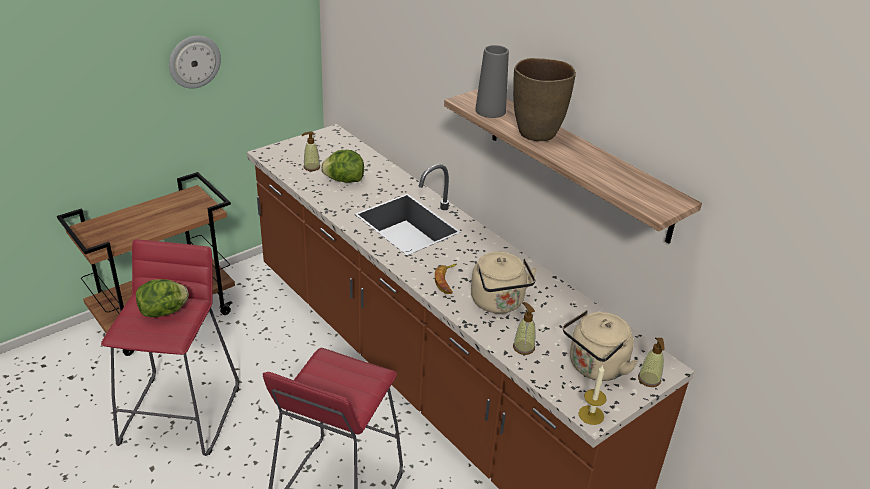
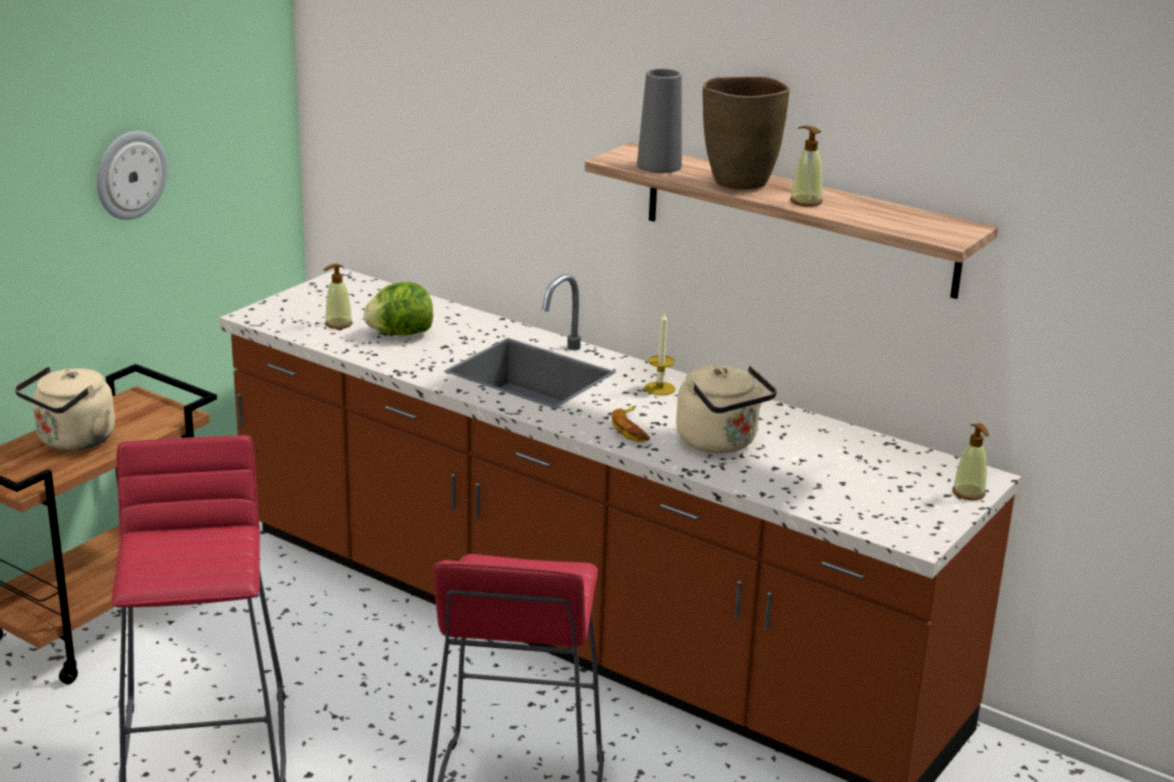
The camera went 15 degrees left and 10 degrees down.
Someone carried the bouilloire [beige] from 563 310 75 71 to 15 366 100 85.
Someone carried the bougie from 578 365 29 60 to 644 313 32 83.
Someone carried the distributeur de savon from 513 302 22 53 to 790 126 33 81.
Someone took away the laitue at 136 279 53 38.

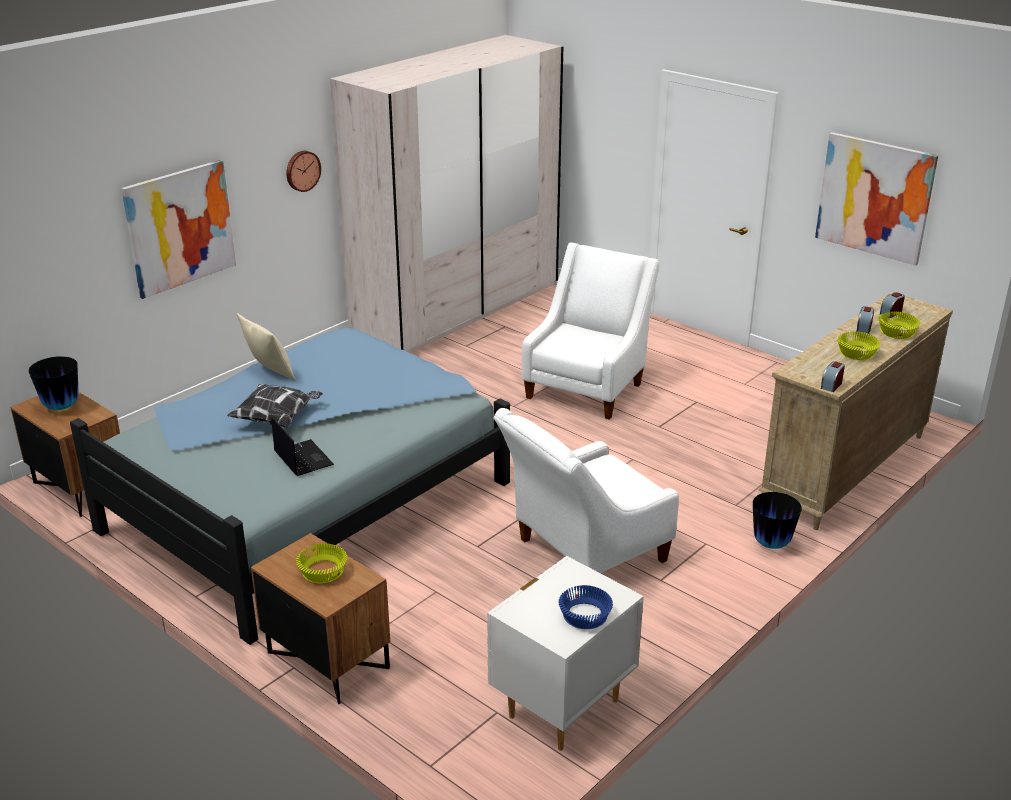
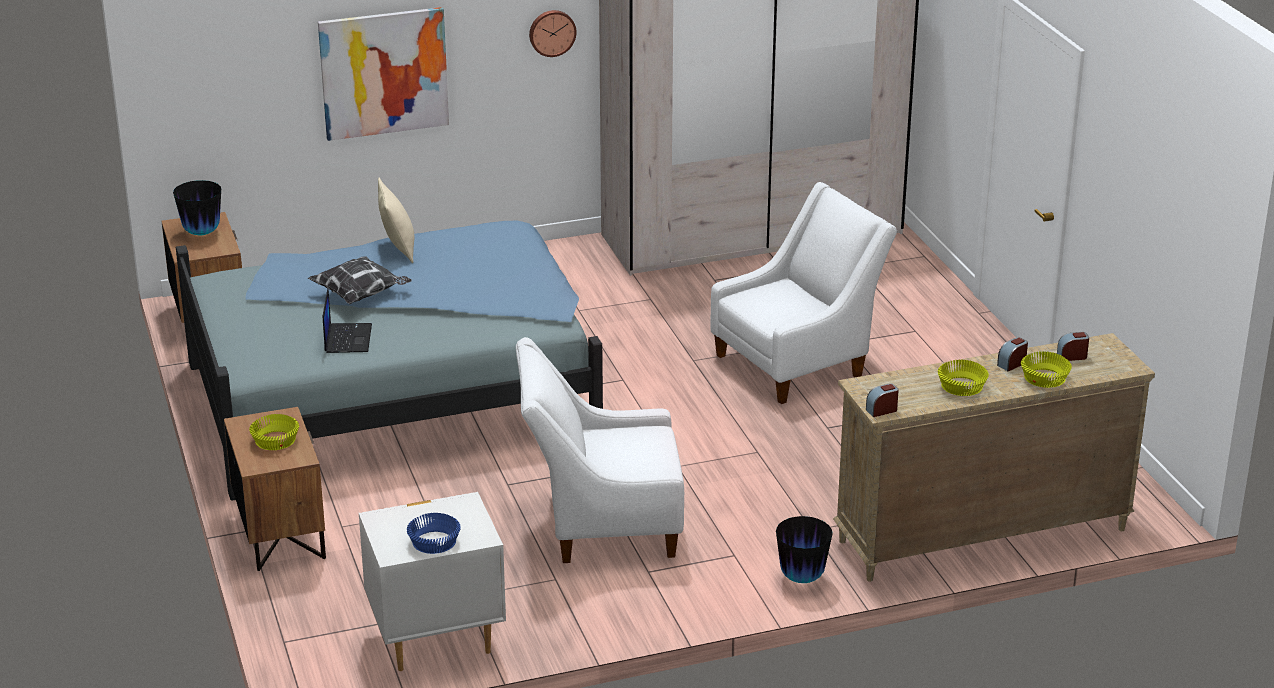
The camera went 30 degrees right and 0 degrees up.
Someone took away the tableau at 815 132 123 134.

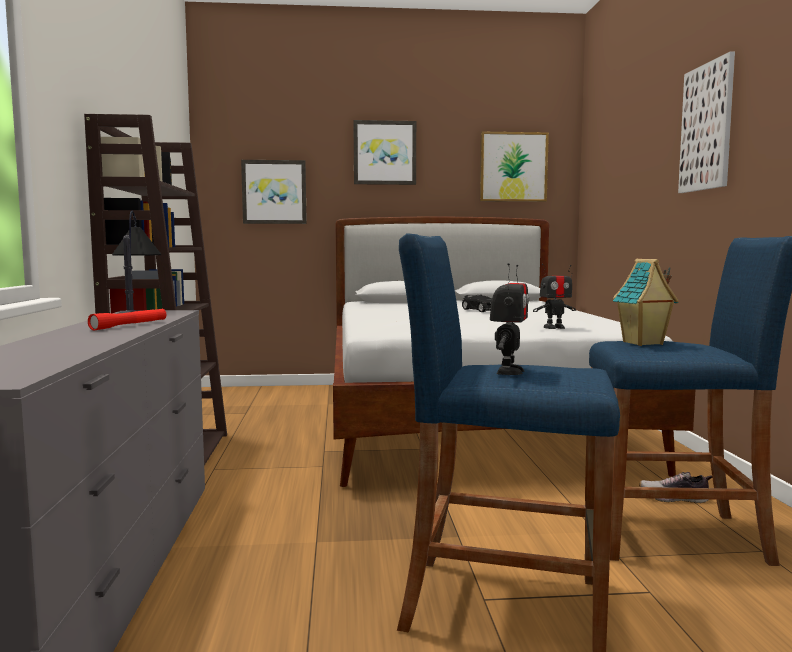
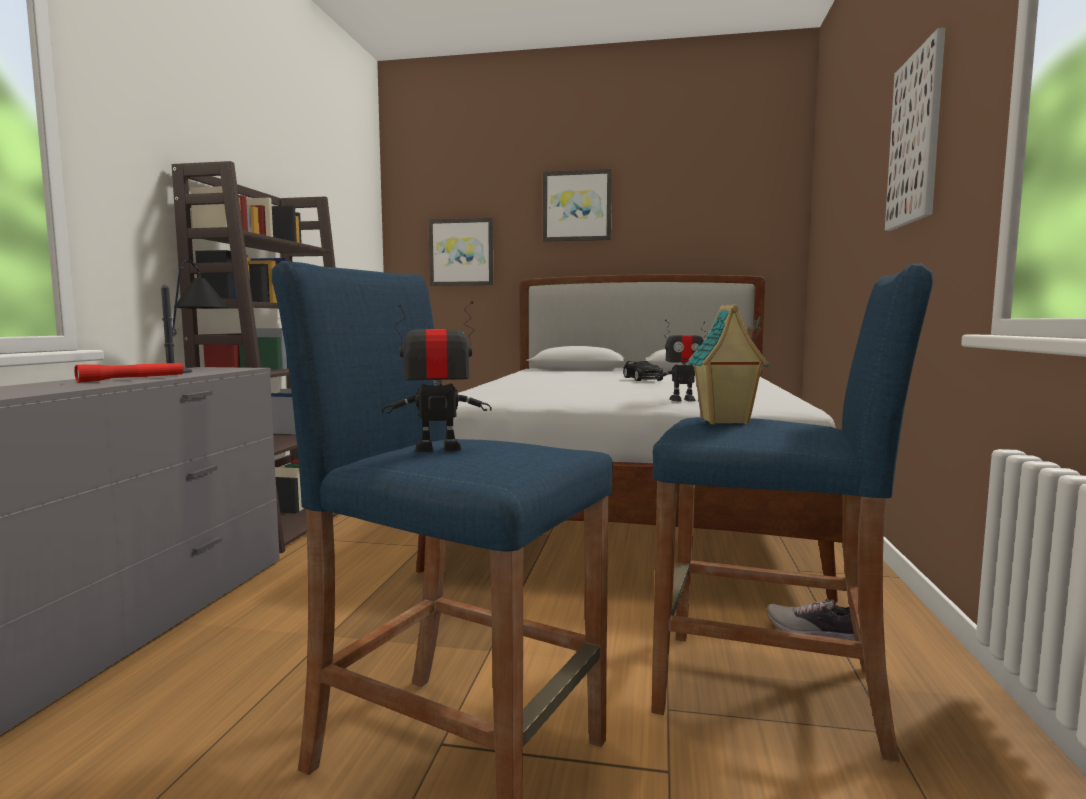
The camera went 15 degrees right and 0 degrees up.
Someone rotated the robot jouet at 490 263 39 112 by 135 degrees counterclockwise.
Someone took away the tableau at 480 132 69 70.

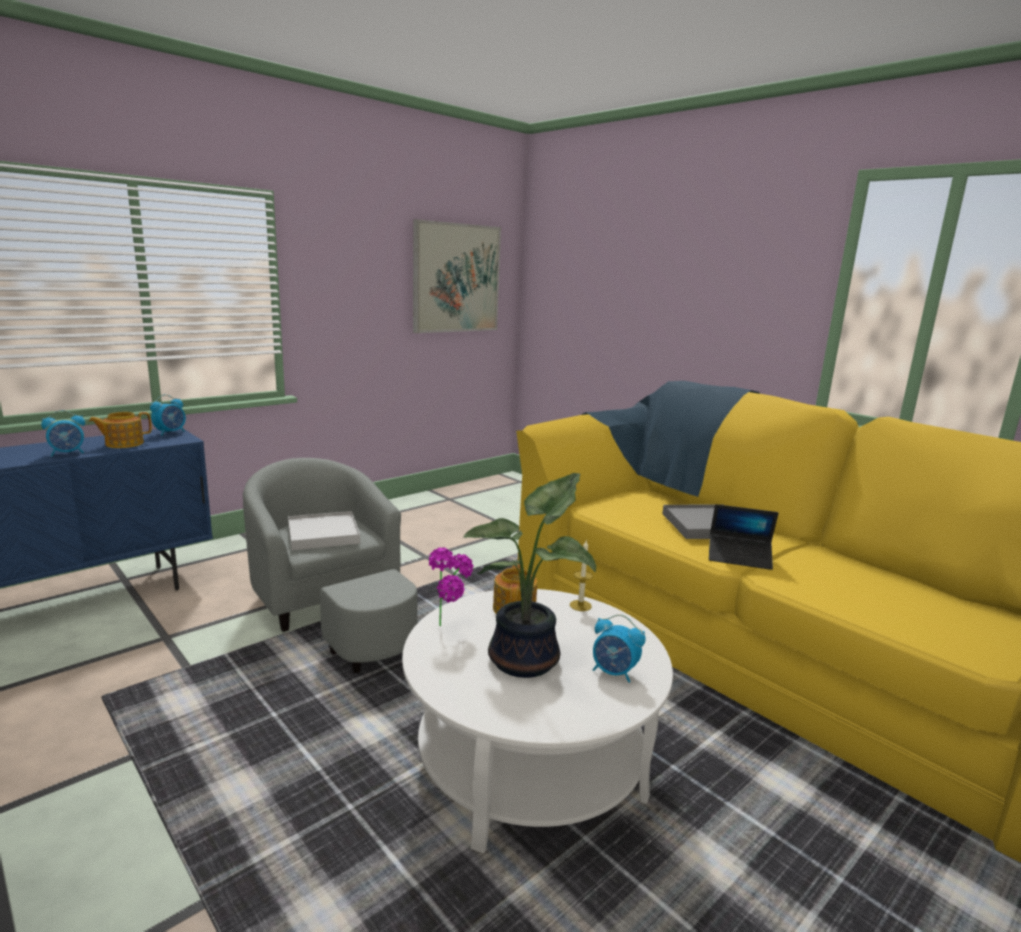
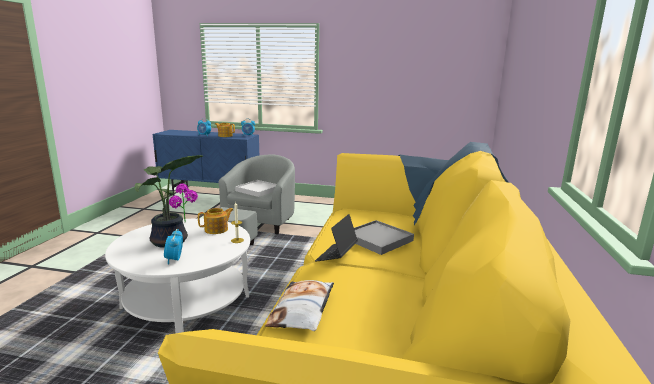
The camera went 55 degrees right and 0 degrees up.
Someone put down the coussin at 265 280 69 51.
Someone rotated the ordinateur portable at 709 504 69 66 by 45 degrees clockwise.
Someone took away the tableau at 413 219 88 114.

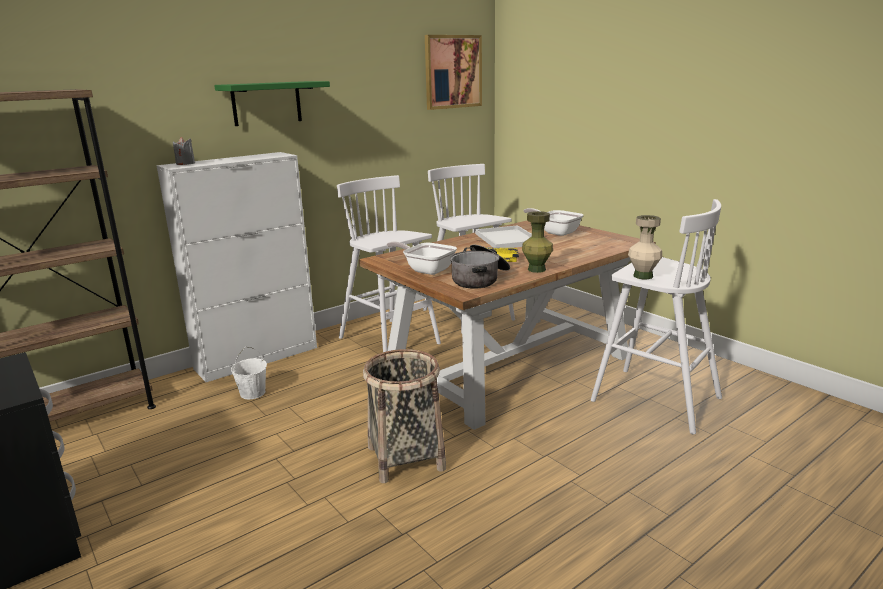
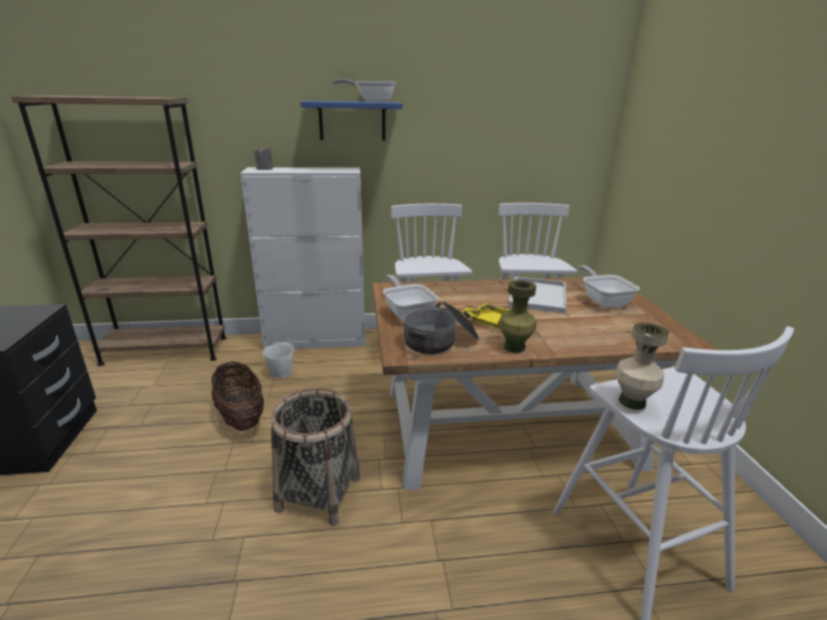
The camera went 30 degrees right and 5 degrees up.
Someone put down the panier at 212 362 52 69.
Someone repainted the étagère [vert] at 214 81 116 45, which became the étagère [bleu] at 301 101 101 39.
Someone put down the poêle at 332 79 64 23.
Someone took away the tableau at 425 35 57 75.

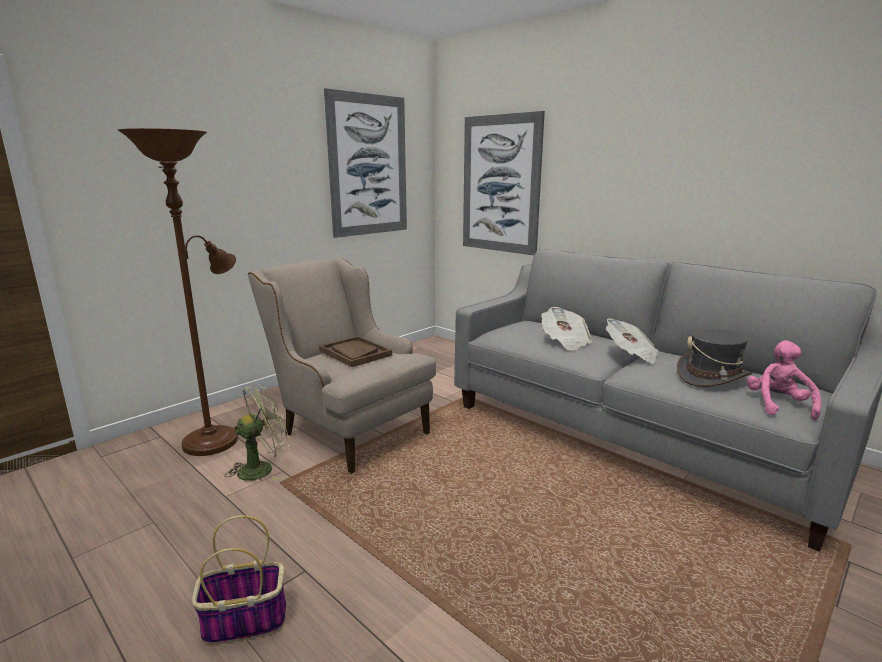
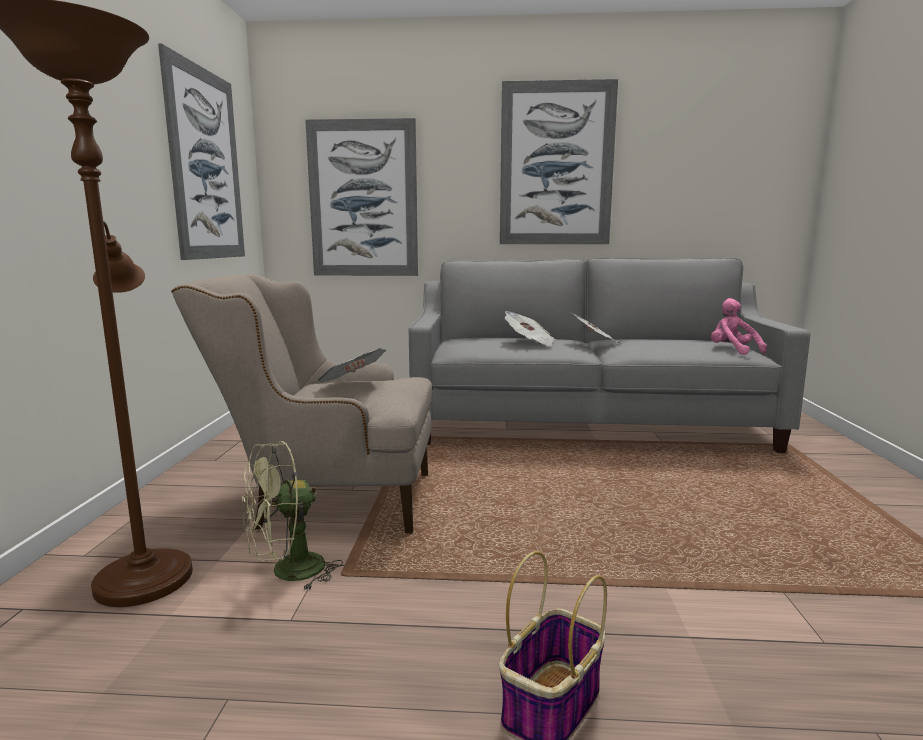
The camera went 40 degrees left and 5 degrees down.
Someone rotated the ventilateur [vert] at 225 384 64 97 by 135 degrees counterclockwise.
Someone swapped the plateau [marron] at 319 336 73 31 for the journal at 315 348 71 35.
Someone put up the tableau at 500 79 118 165.
Someone took away the chapeau [gris] at 677 329 76 58.

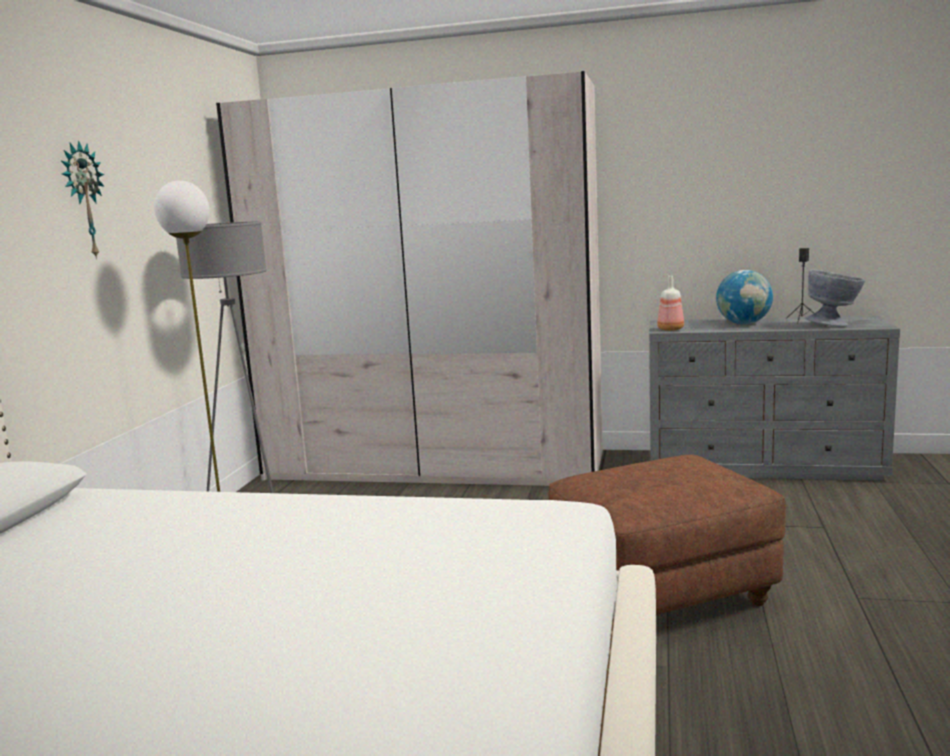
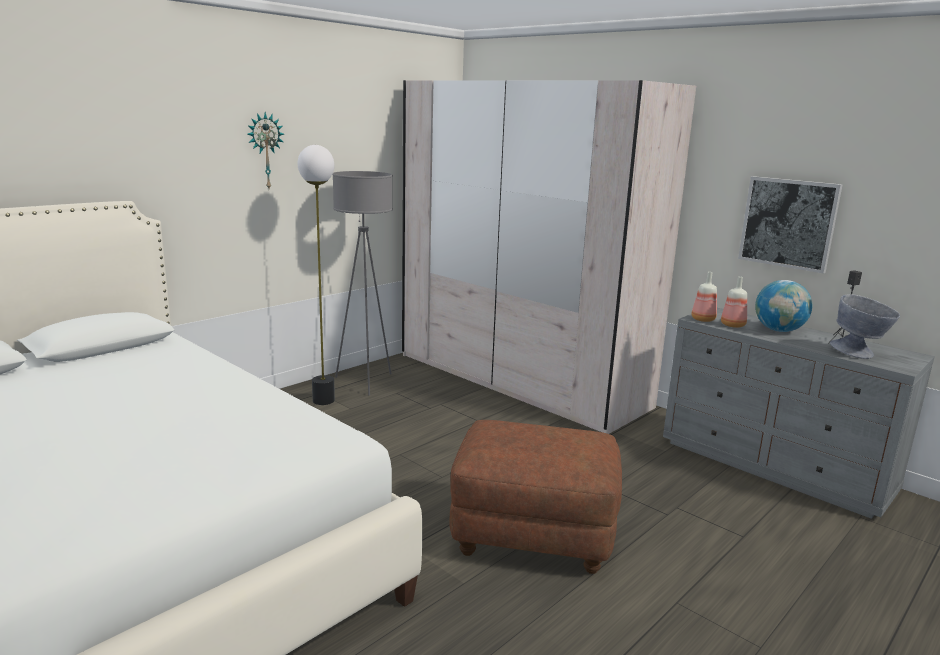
The camera went 30 degrees right and 5 degrees up.
Someone put down the bouteille at 721 276 26 52.
Someone put up the tableau at 738 176 105 98.

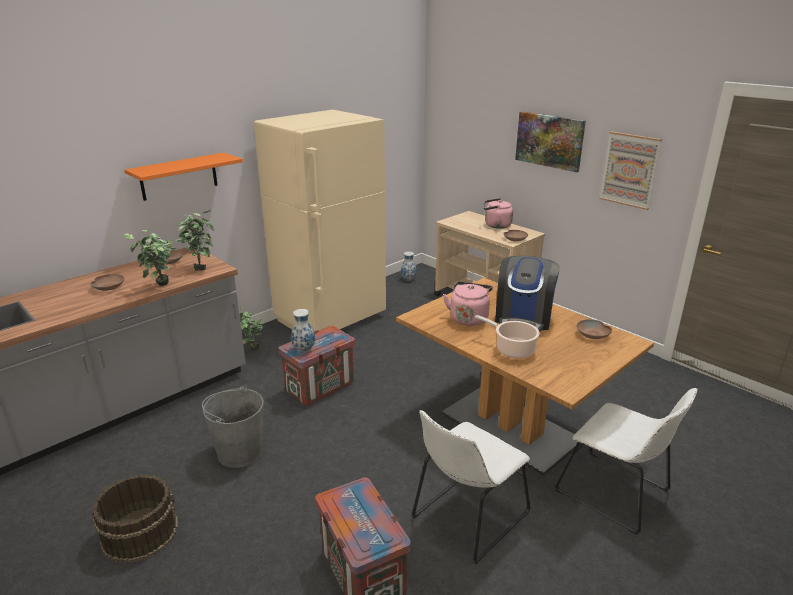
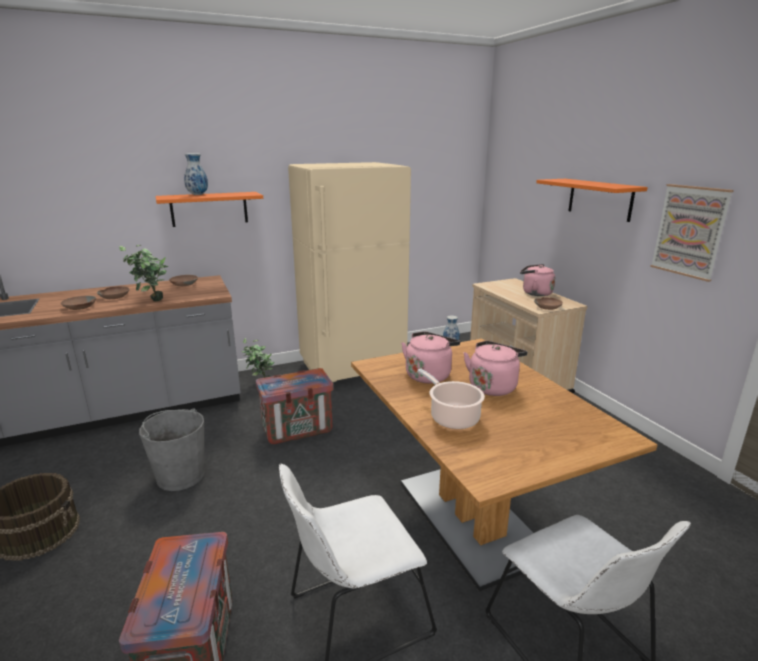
The camera went 20 degrees right and 5 degrees down.
Someone carried the bol [marron] from 576 319 36 20 to 61 296 35 14.
Someone carried the vase from 291 309 24 43 to 184 153 24 42.
Someone swapped the machine à café at 495 256 65 77 for the bouilloire [rose] at 464 341 64 55.
Someone swapped the tableau at 515 112 71 60 for the étagère [orange] at 536 179 112 43.
Someone took away the plante en pot at 176 210 38 61.

